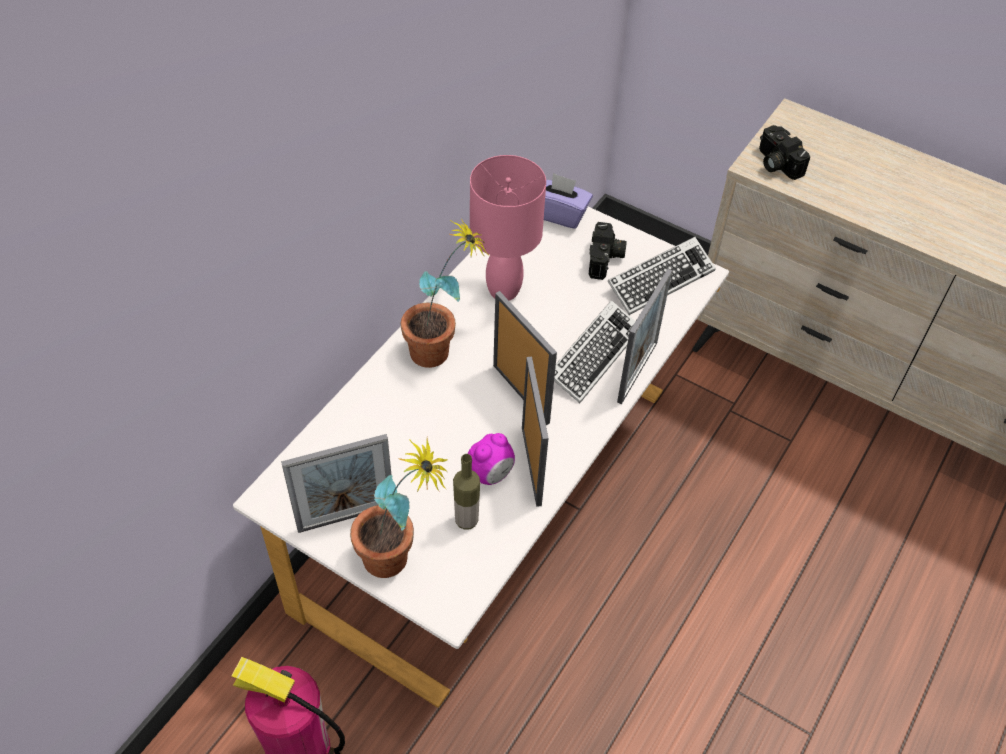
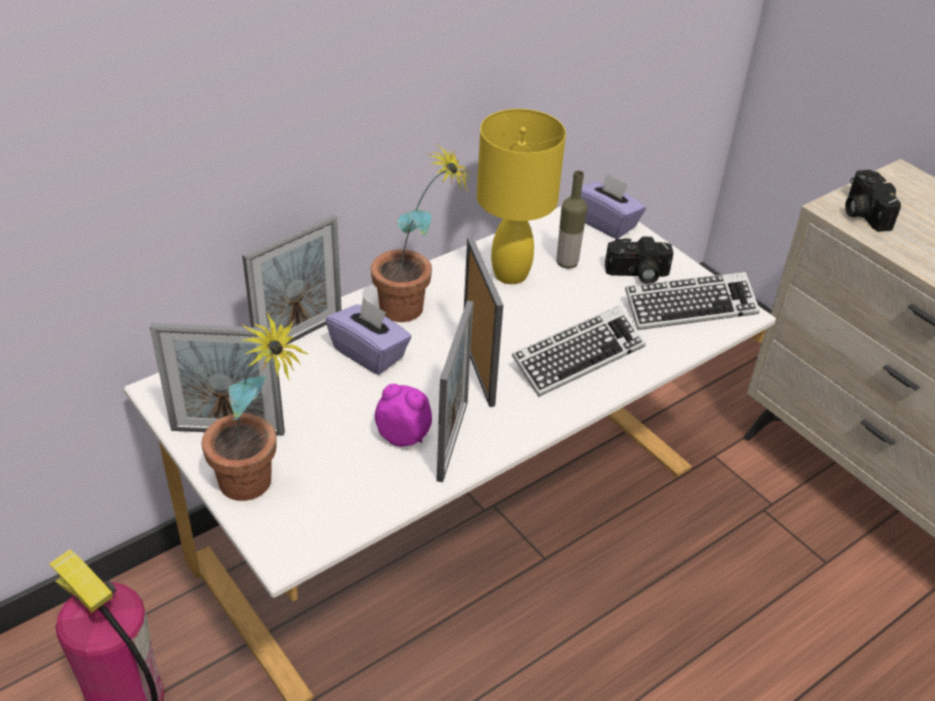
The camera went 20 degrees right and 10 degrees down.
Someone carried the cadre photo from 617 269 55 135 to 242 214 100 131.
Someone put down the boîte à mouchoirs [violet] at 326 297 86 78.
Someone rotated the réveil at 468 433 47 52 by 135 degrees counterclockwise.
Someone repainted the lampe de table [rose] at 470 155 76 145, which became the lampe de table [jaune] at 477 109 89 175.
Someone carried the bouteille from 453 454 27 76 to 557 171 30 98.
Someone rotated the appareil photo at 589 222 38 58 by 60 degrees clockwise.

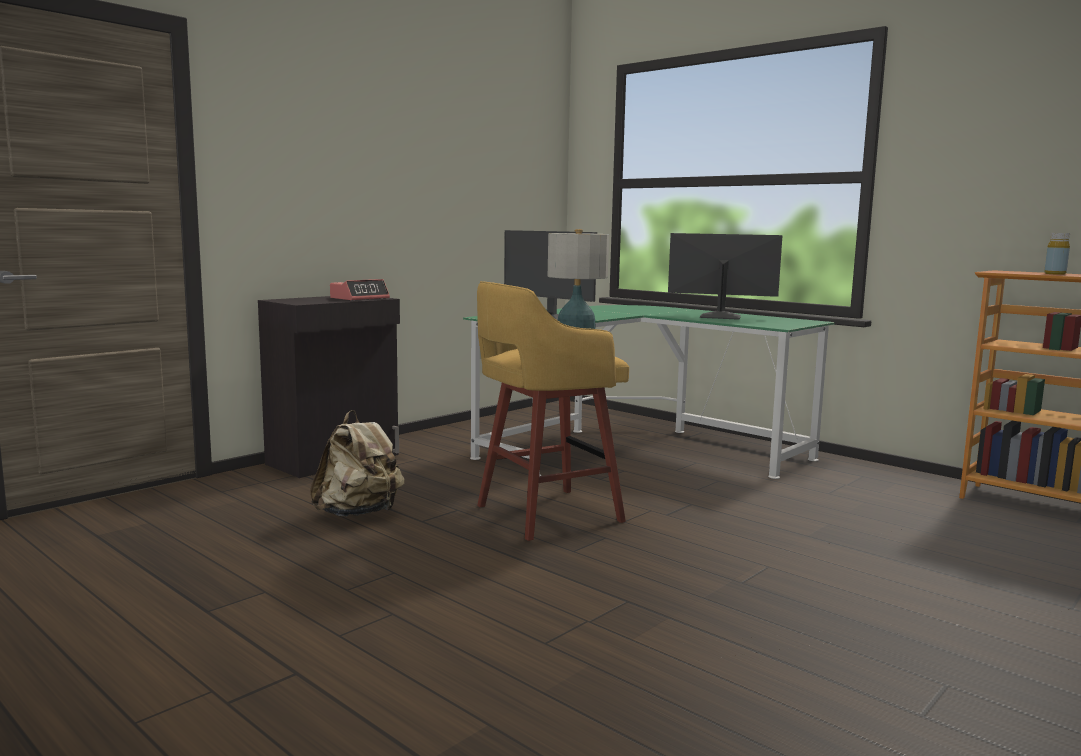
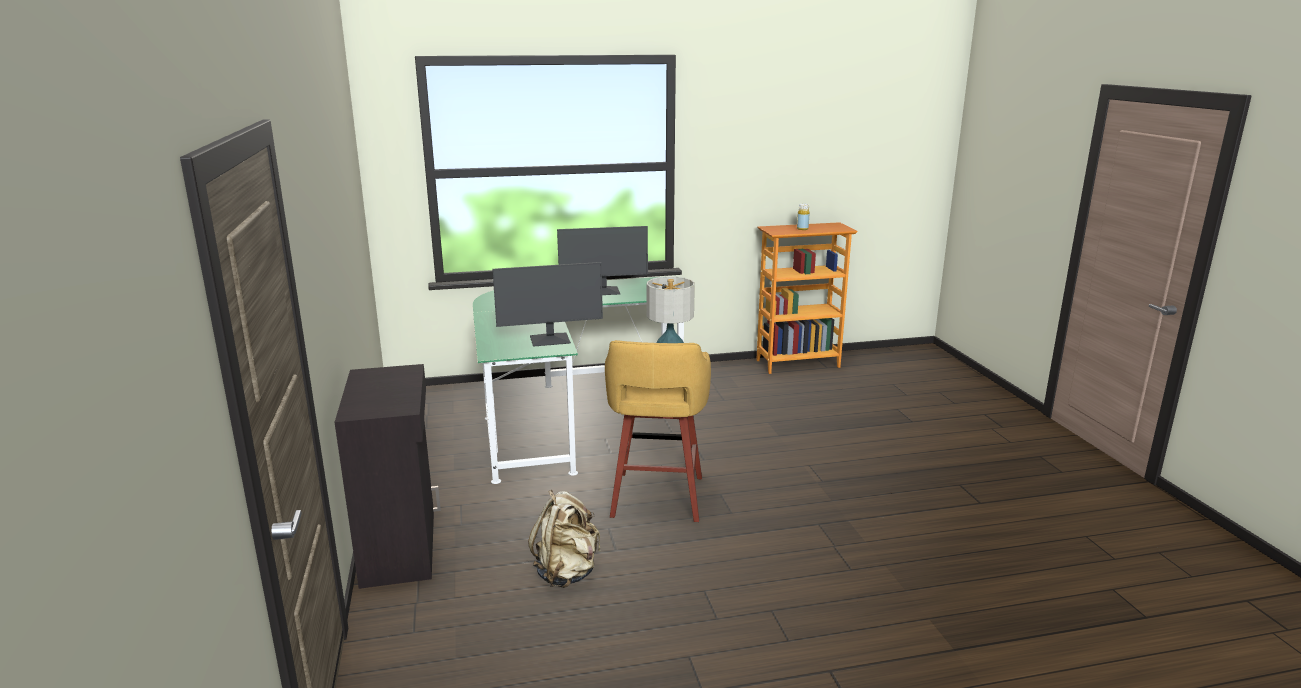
The camera went 55 degrees left and 10 degrees up.
Someone rotated the écran d'ordinateur at 668 233 115 87 by 150 degrees counterclockwise.
Someone took away the réveil at 330 279 60 22.

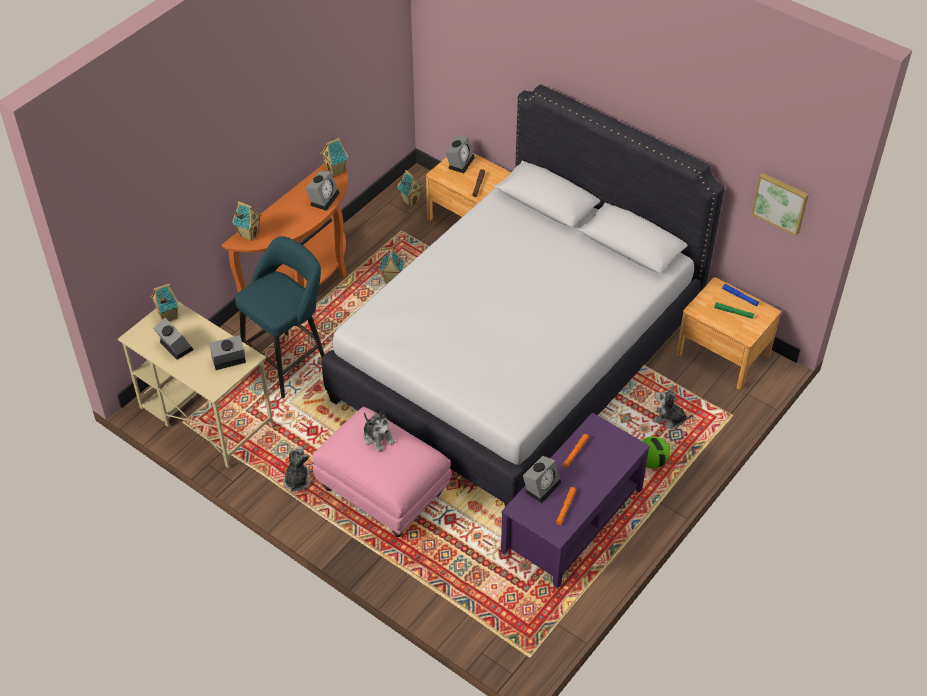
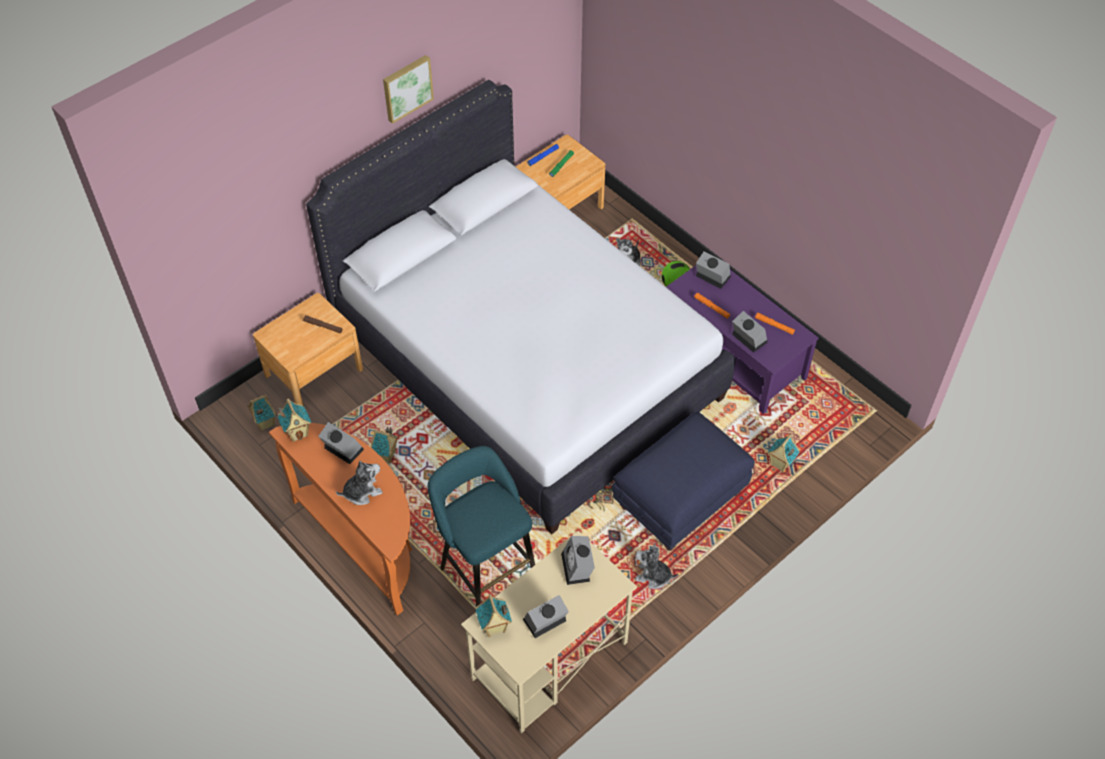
The camera went 80 degrees left and 5 degrees up.
Someone carried the peluche from 364 411 32 41 to 336 461 47 44.
Someone carried the tableau from 751 173 58 63 to 383 55 51 69.
Someone repainted the pouf [rose] at 313 407 139 130, which became the pouf [bleu] at 612 411 143 140.
Someone carried the réveil from 445 137 30 36 to 696 251 35 38.
Someone carried the maison miniature from 232 201 30 40 to 768 434 32 38.

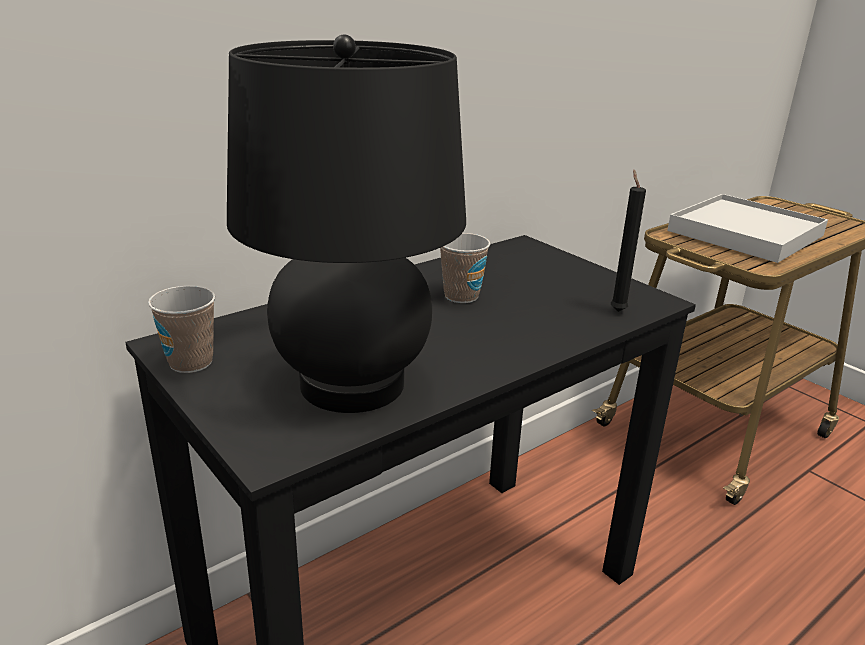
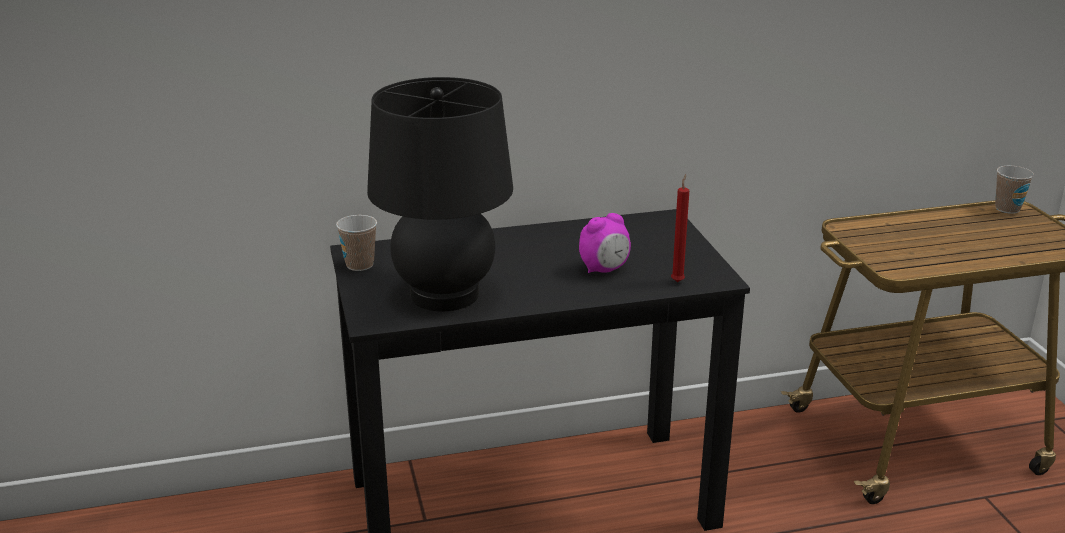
The camera went 25 degrees right and 0 degrees up.
Someone put down the réveil at 579 213 52 60.
Someone repainted the bougie [noir] at 611 170 35 142, which became the bougie [rouge] at 671 174 18 108.
Someone carried the tasse from 440 233 50 70 to 995 166 39 48.
Someone took away the plateau [blanc] at 667 194 161 69.

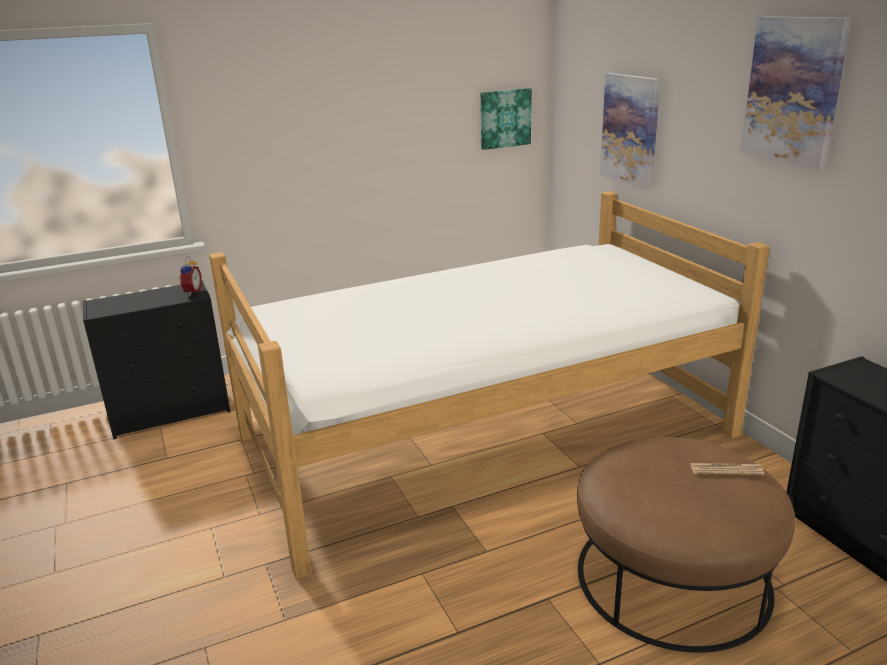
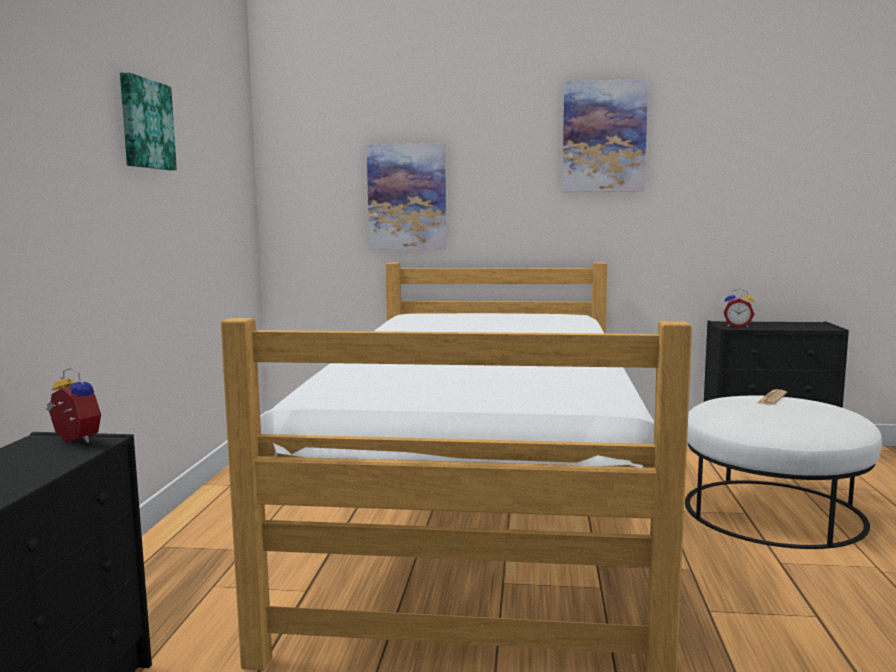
The camera went 60 degrees left and 15 degrees down.
Someone carried the tableau from 481 88 51 62 to 120 72 57 98.
Someone repainted the pouf [marron] at 577 437 218 216, which became the pouf [blanc] at 685 396 197 153.
Someone put down the réveil at 723 289 31 39.

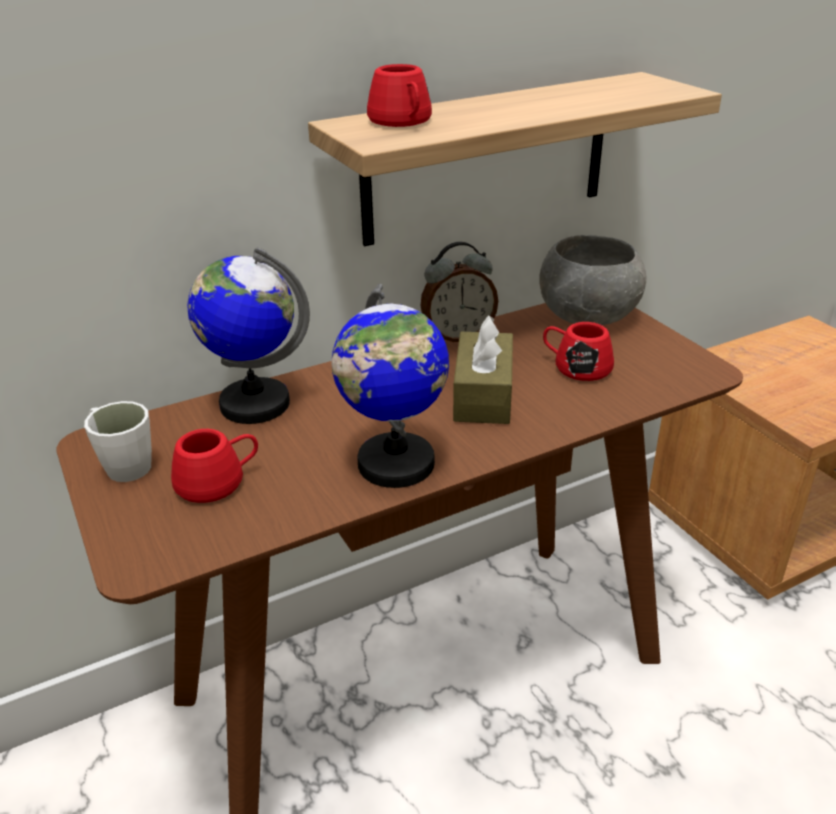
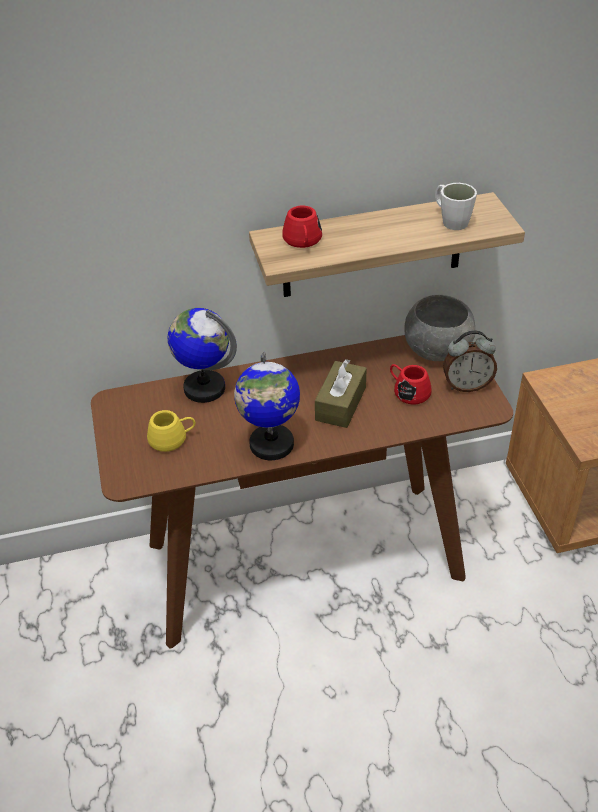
The camera went 15 degrees right and 10 degrees up.
Someone repainted the mug [rouge] at 171 429 87 74, which became the mug [jaune] at 147 410 49 42.
Someone carried the mug [blanc] from 84 401 68 81 to 435 183 42 47.
Someone carried the réveil from 420 242 78 100 to 443 330 54 62.

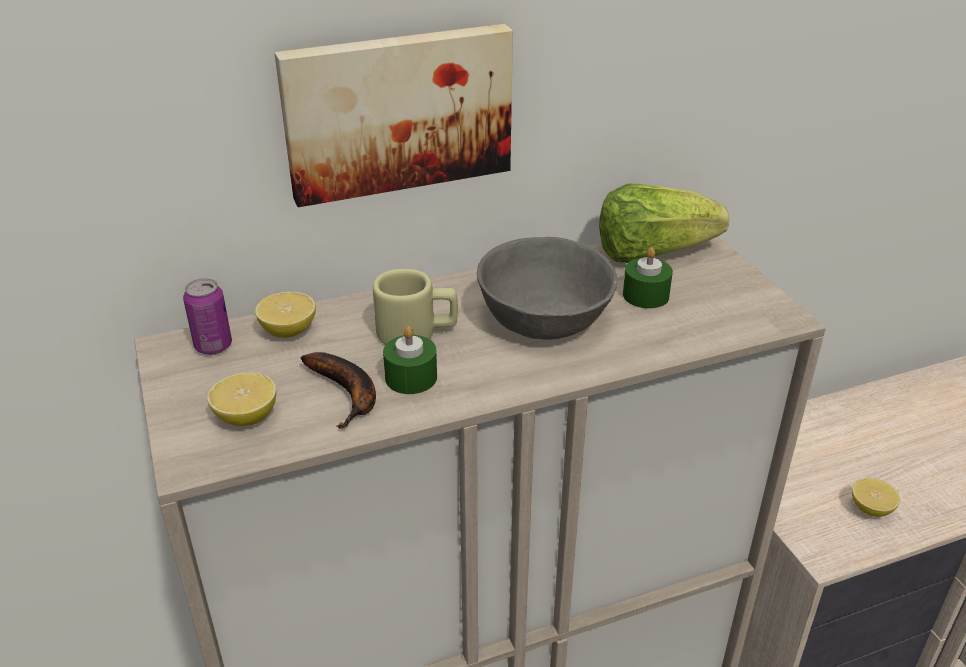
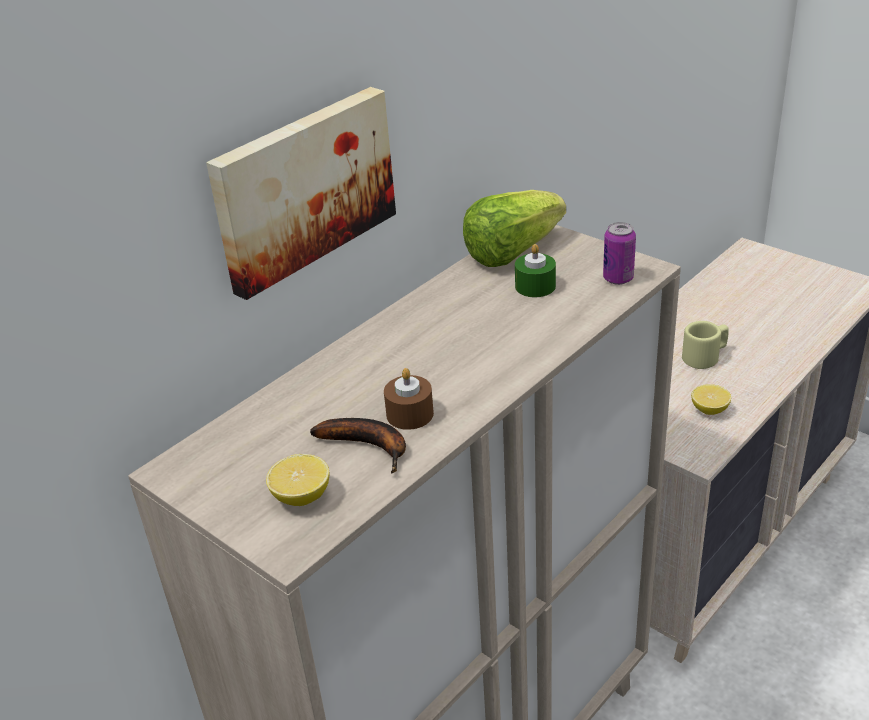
The camera went 25 degrees left and 0 degrees up.
Someone repainted the bougie [vert] at 383 326 54 68, which became the bougie [marron] at 384 368 50 62.
Someone carried the boîte métallique from 183 279 49 76 to 603 222 33 63.
Someone carried the mug [beige] from 373 269 85 76 to 682 321 47 48.
Someone took away the citron at 255 292 61 46.
Someone took away the bol [gris] at 477 237 141 102.

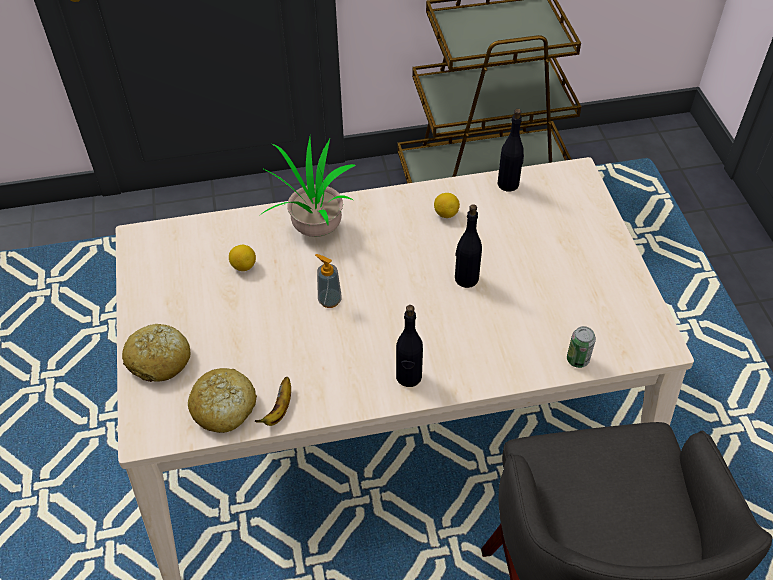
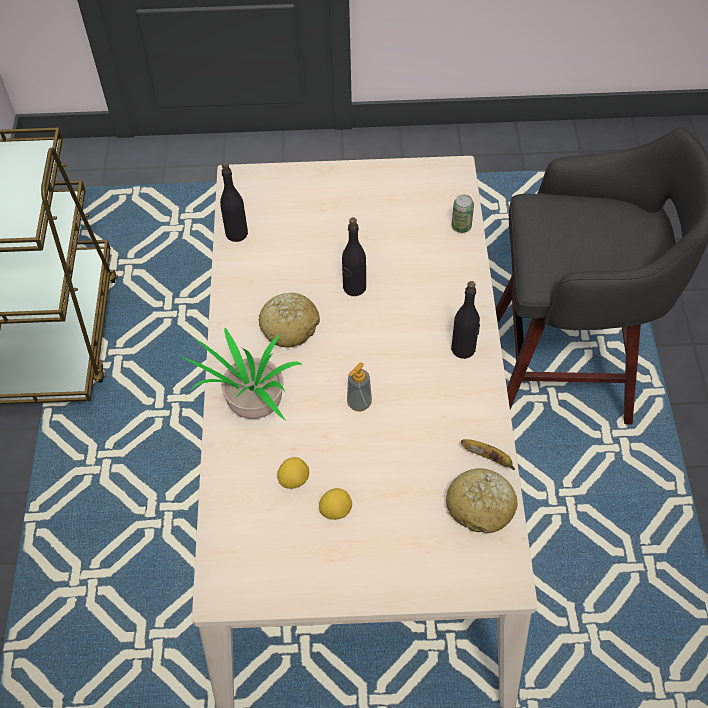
The camera went 80 degrees left and 5 degrees up.
Someone carried the pain from 122 324 68 58 to 259 293 61 55.
Someone carried the citron from 434 193 26 25 to 319 488 33 32.

